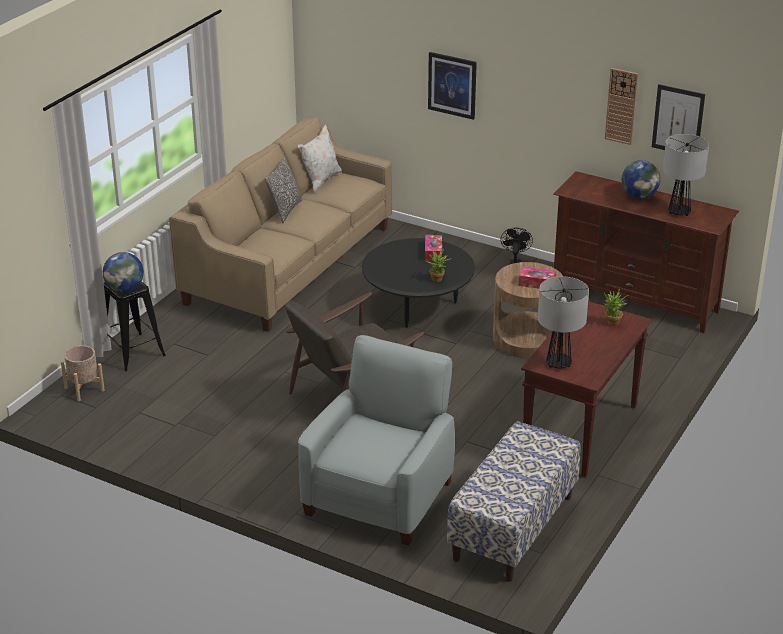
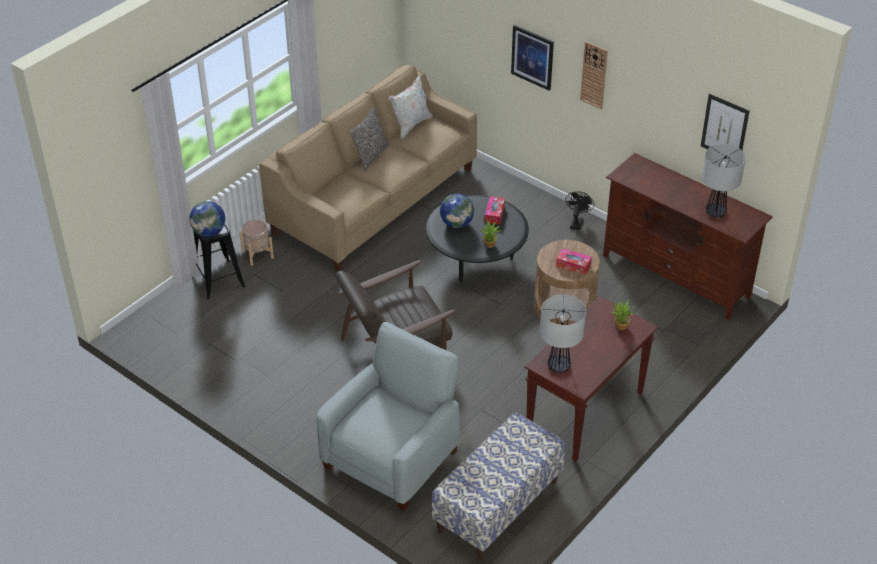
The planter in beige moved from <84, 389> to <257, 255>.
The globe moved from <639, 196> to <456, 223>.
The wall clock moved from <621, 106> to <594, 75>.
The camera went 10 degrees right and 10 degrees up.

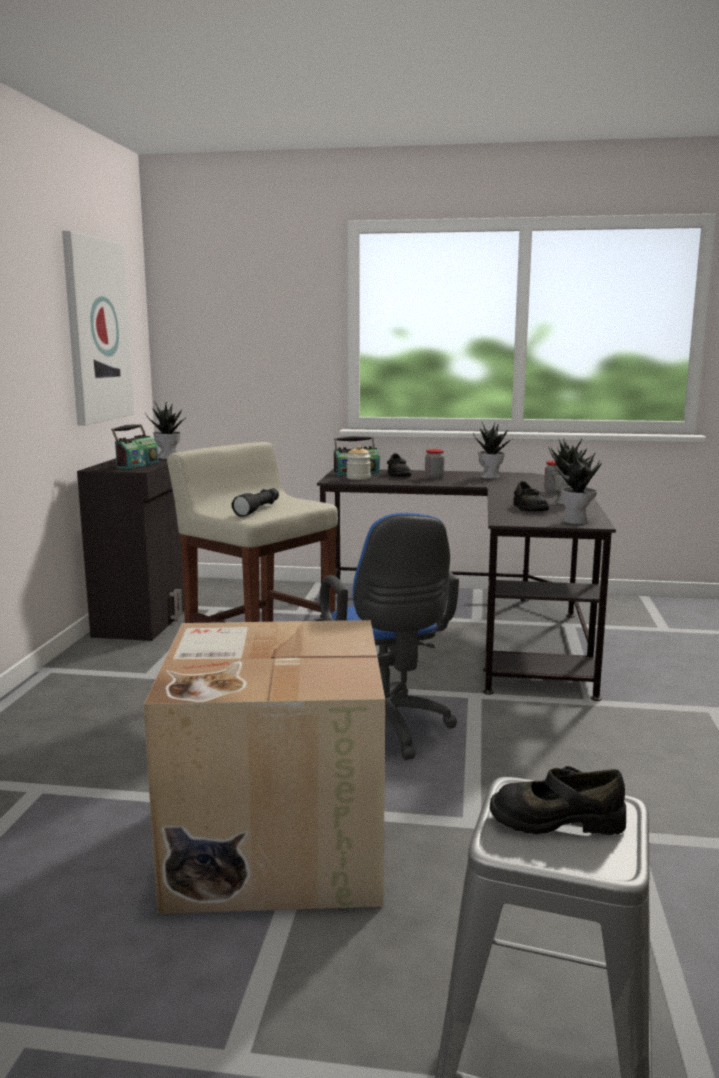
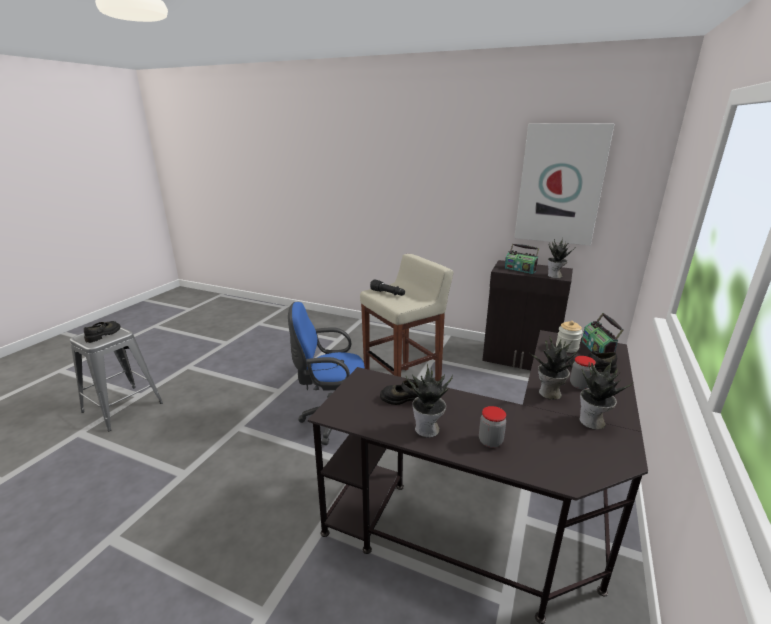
The potted plant moved from <577, 521> to <549, 393>.
The cardboard box at <273, 841> disappeared.
The camera went 105 degrees right and 10 degrees up.

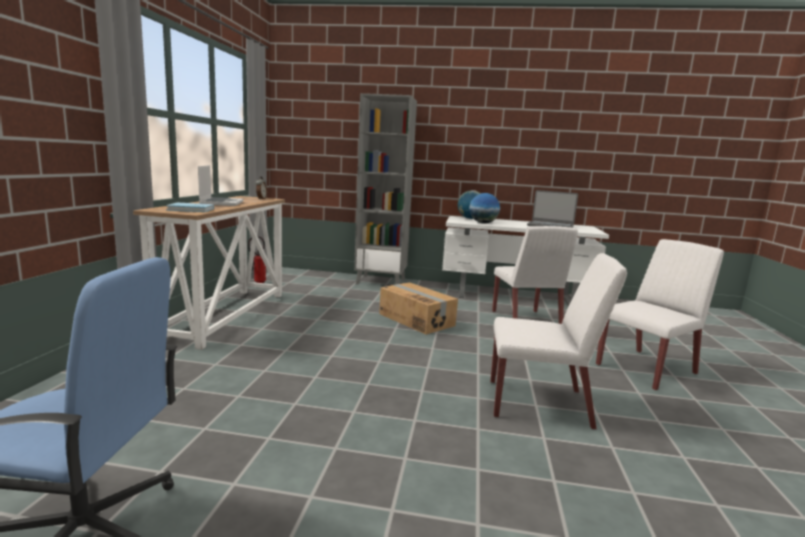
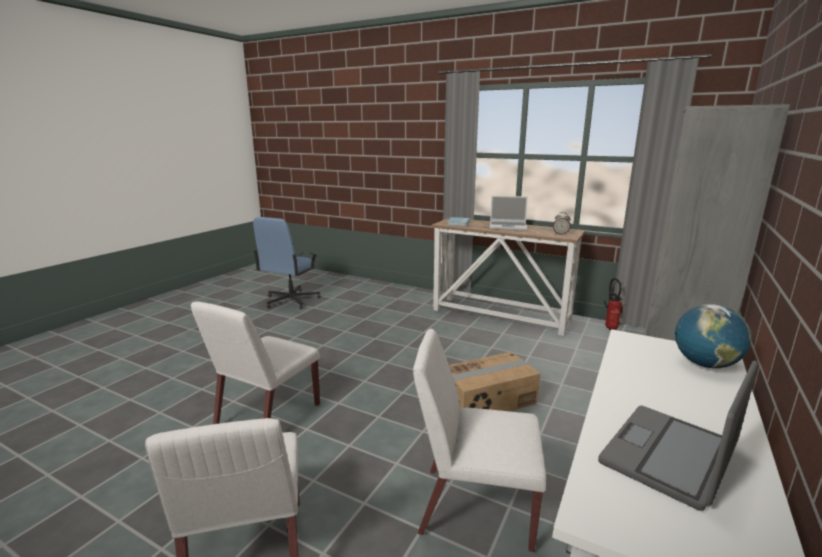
The globe at <483, 223> disappeared.
The camera went 110 degrees right and 5 degrees up.

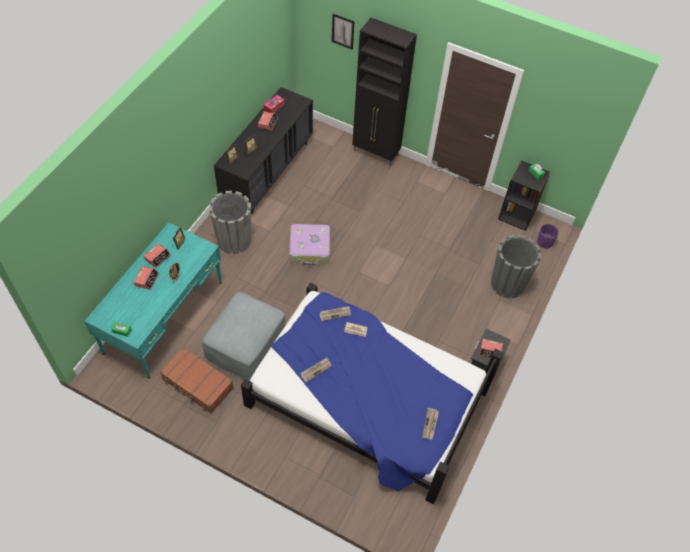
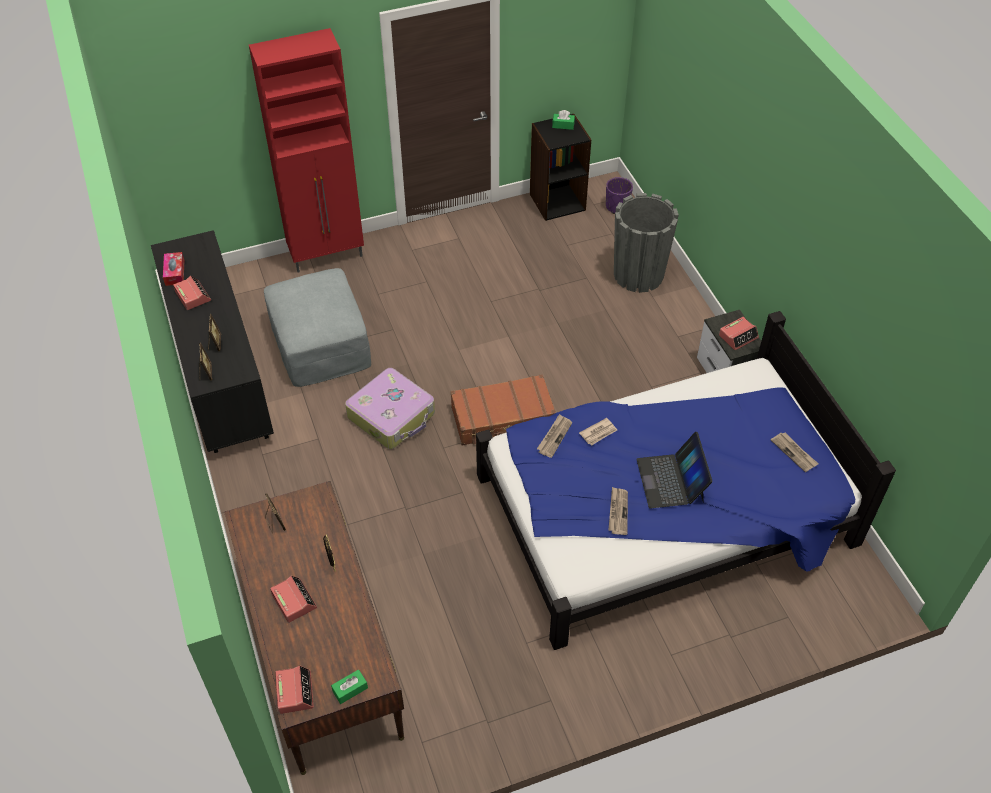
The desk in turquoise at <164, 317> became the desk in brown at <322, 652>.
The cabinet in black at <376, 153> became the cabinet in red at <328, 255>.
The ottoman in grey moved from <246, 343> to <320, 342>.
The alarm clock moved from <157, 257> to <295, 692>.
The suitcase in brown moved from <197, 384> to <503, 418>.
The laptop at <671, 480> appeared.
The planter in grey at <234, 240> disappeared.
The picture at <343, 31> disappeared.
The camera went 45 degrees left and 5 degrees down.

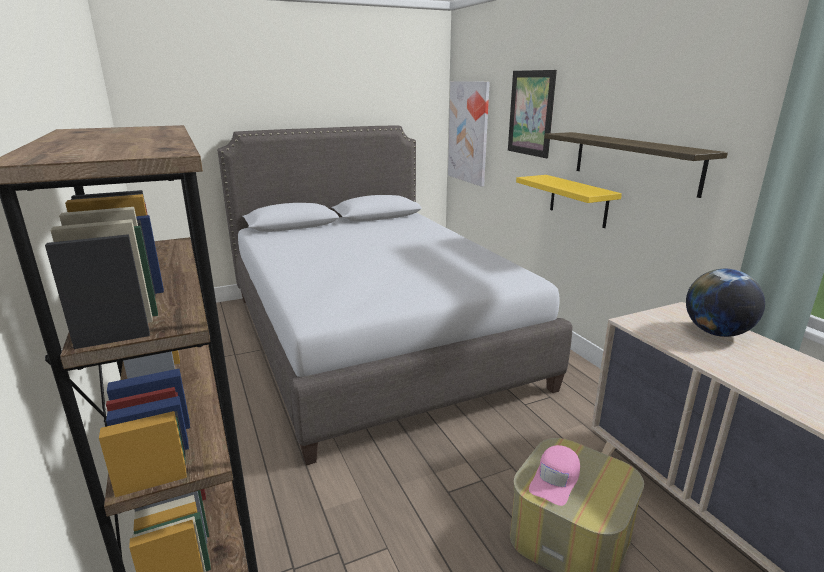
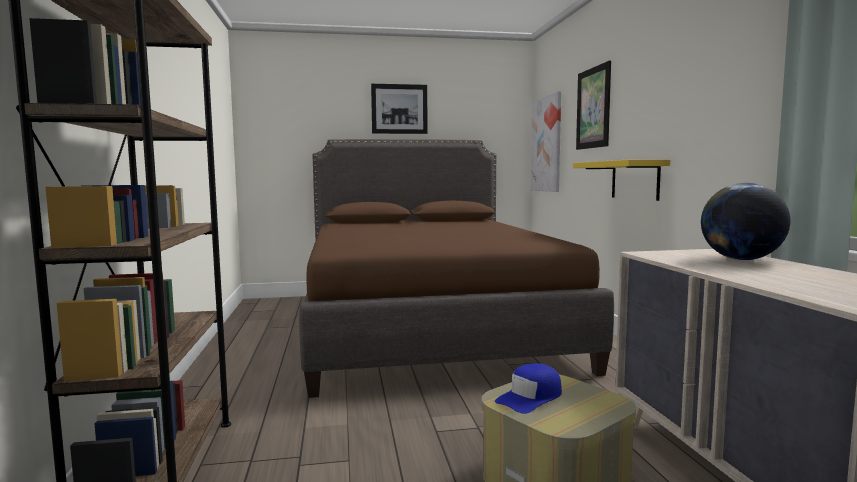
The bed in grey at <373, 338> became the bed in brown at <427, 326>.
The picture at <399, 109> appeared.
The cap in pink at <555, 479> became the cap in blue at <530, 398>.
The shelf at <634, 161> disappeared.
The camera went 15 degrees right and 15 degrees down.

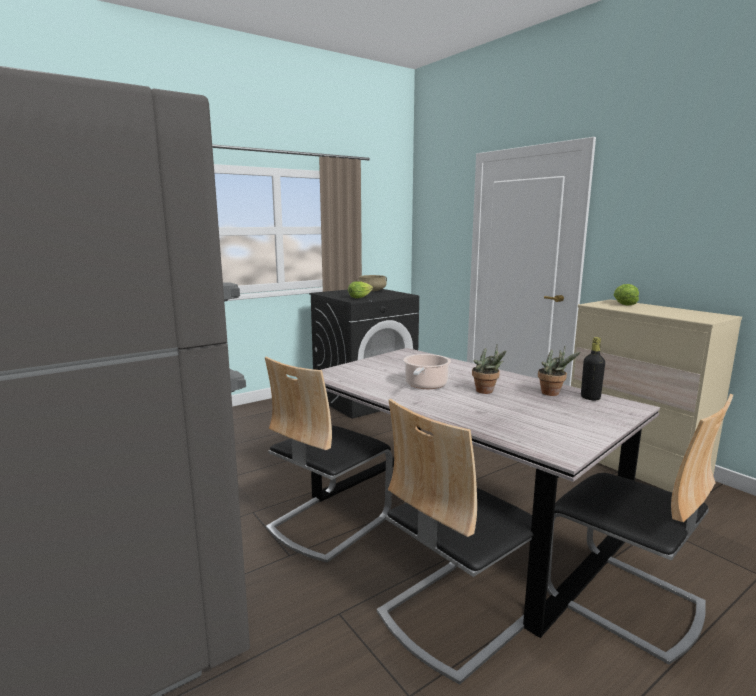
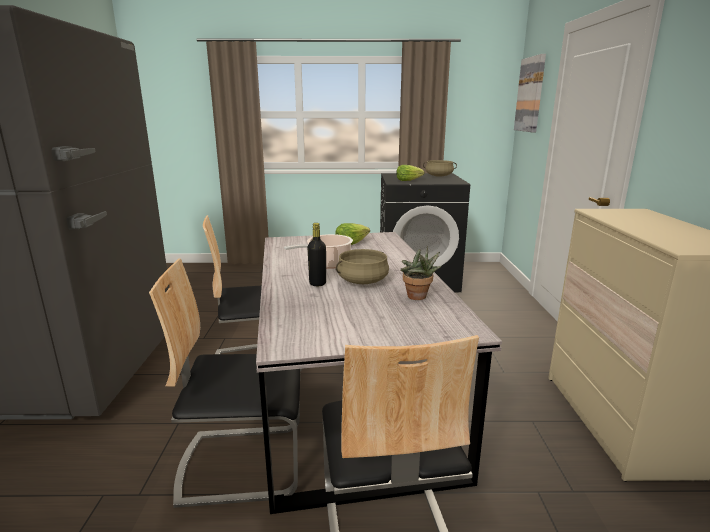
The bottle in black moved from <590, 398> to <317, 283>.
The lettuce moved from <624, 304> to <351, 243>.
The potted plant at <487, 391> was replaced by the cooking pot in beige at <362, 281>.
The picture at <530, 94> appeared.
The camera went 35 degrees right and 5 degrees up.

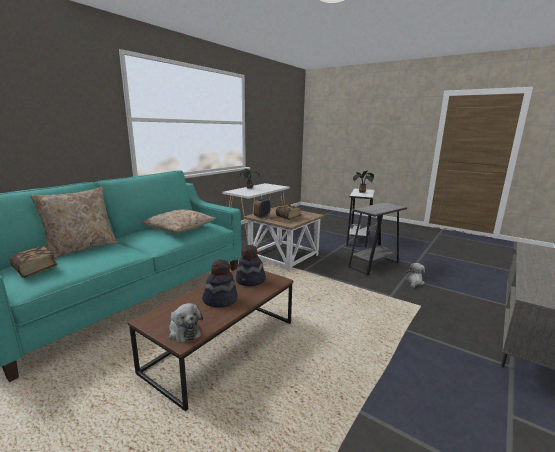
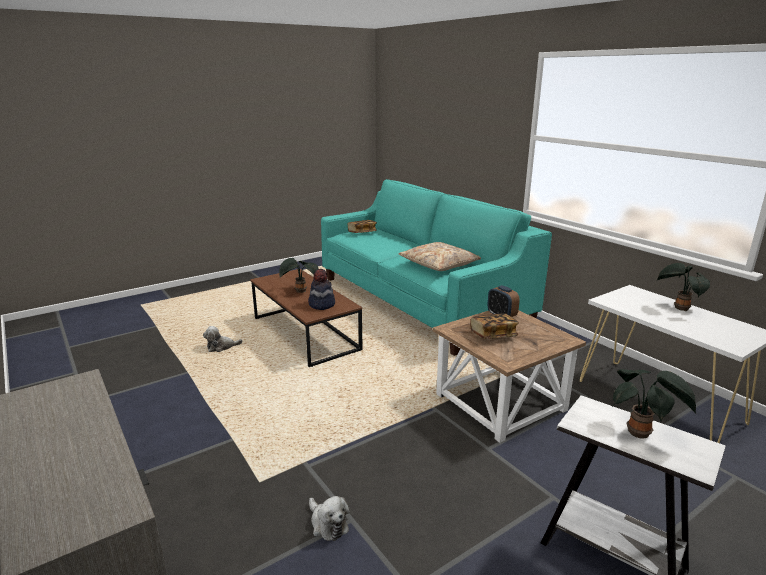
The plush toy moved from <183, 331> to <221, 347>.
The hat at <220, 300> was replaced by the potted plant at <299, 291>.
The pillow in beige at <81, 248> disappeared.
The side table in grey at <373, 265> disappeared.
The camera went 110 degrees right and 5 degrees up.

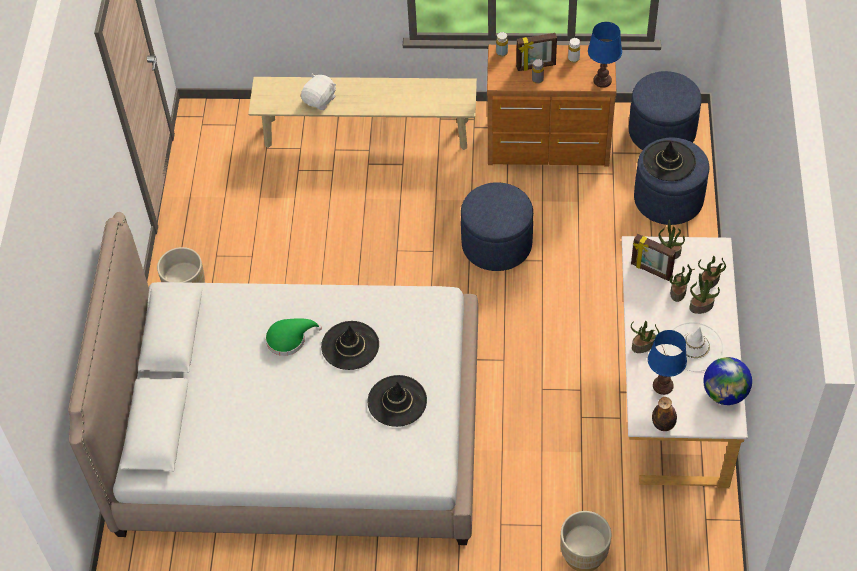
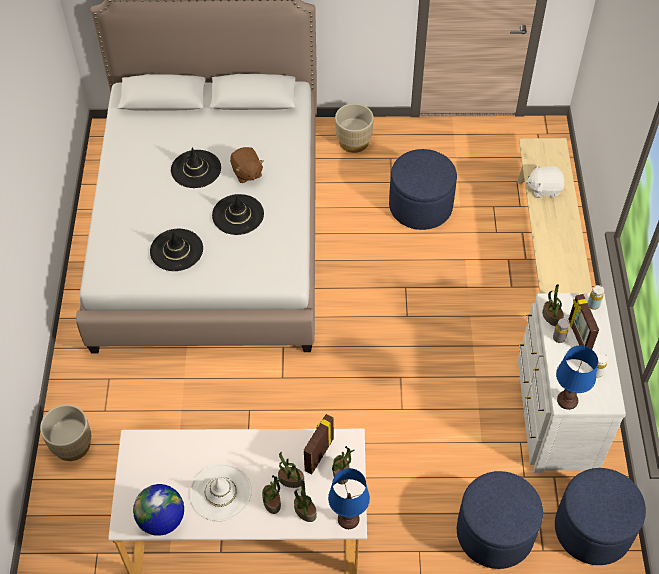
The hat in black moved from <669, 161> to <196, 169>.
The hat in green at <289, 338> was replaced by the plush toy in brown at <247, 173>.
The table lamp in blue moved from <663, 385> to <348, 519>.
The ottoman in blue moved from <496, 244> to <420, 206>.
The dresser in brown at <549, 146> became the dresser in white at <554, 414>.
The plush toy in white at <320, 100> turned 150 degrees clockwise.
The potted plant moved from <643, 346> to <551, 317>.
The bottle at <663, 424> disappeared.
The camera went 85 degrees right and 0 degrees up.

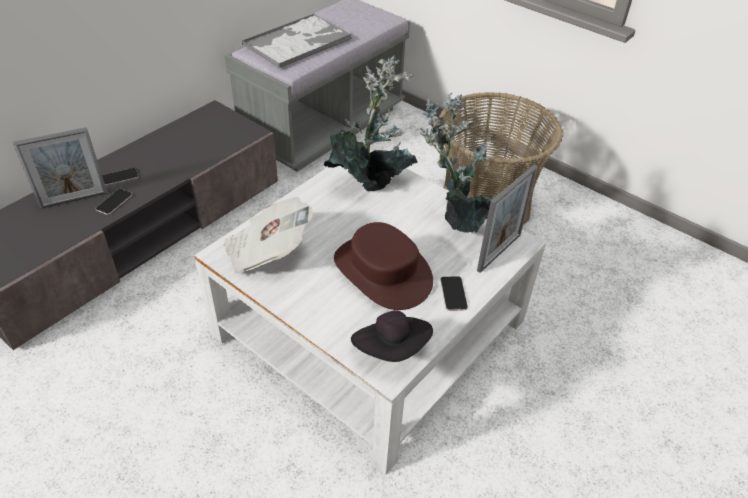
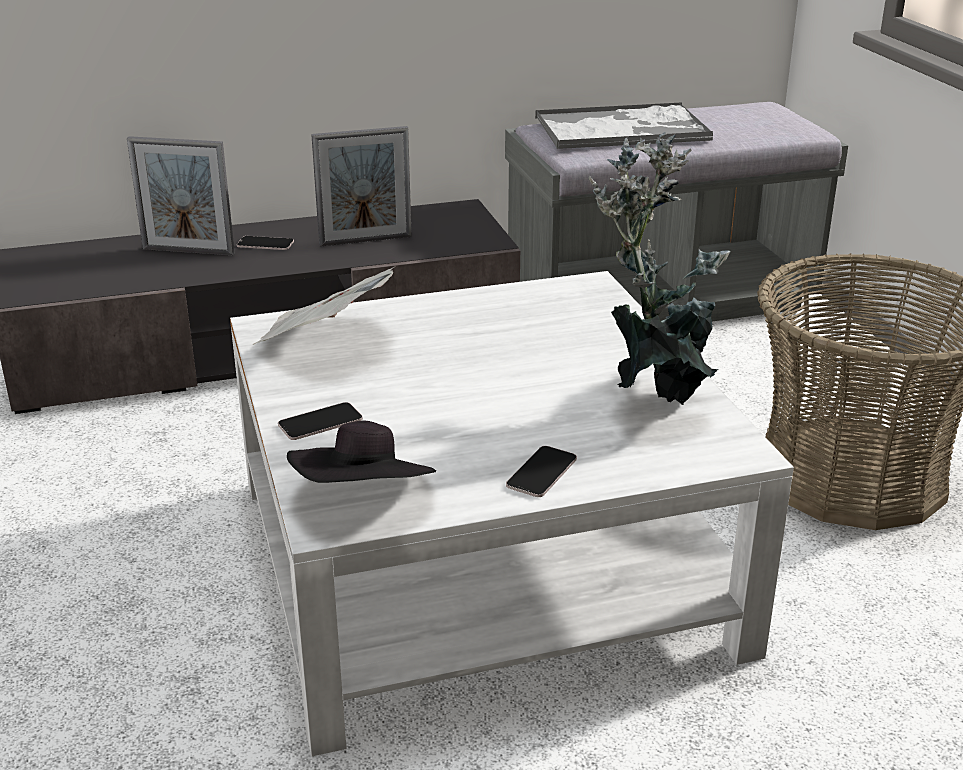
The phone moved from <114, 202> to <320, 422>.
The picture frame moved from <499, 252> to <365, 240>.
The potted plant at <371, 181> disappeared.
The hat in brown at <383, 271> disappeared.
The camera went 35 degrees right and 15 degrees down.

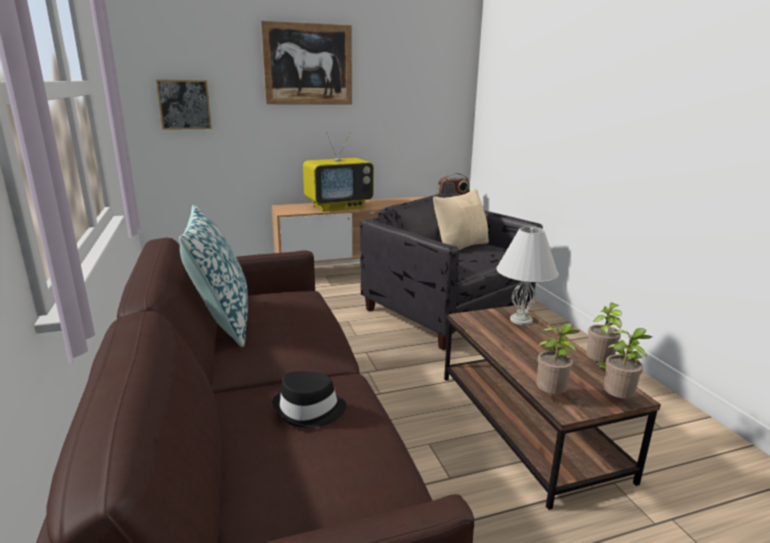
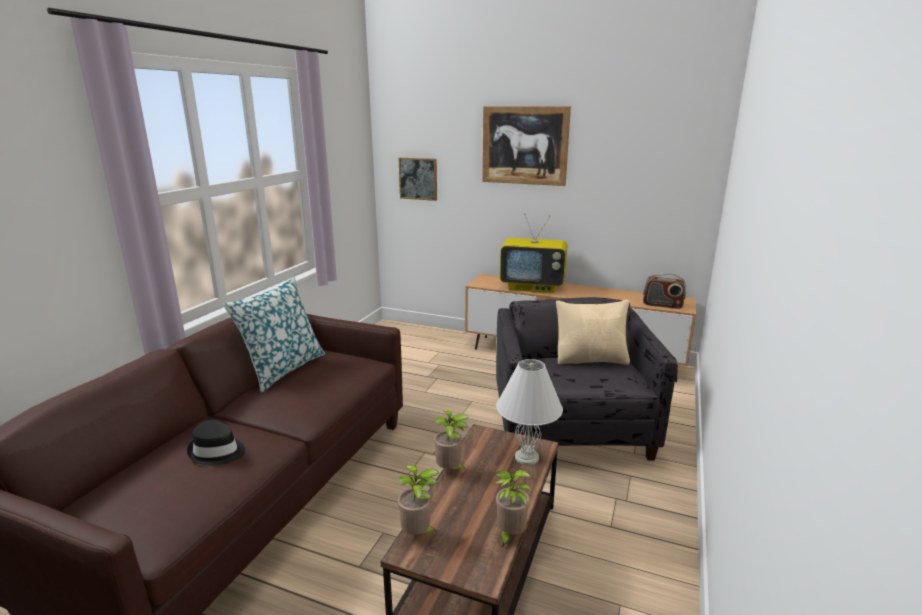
The potted plant moved from <618, 400> to <450, 470>.
The camera went 40 degrees right and 0 degrees up.

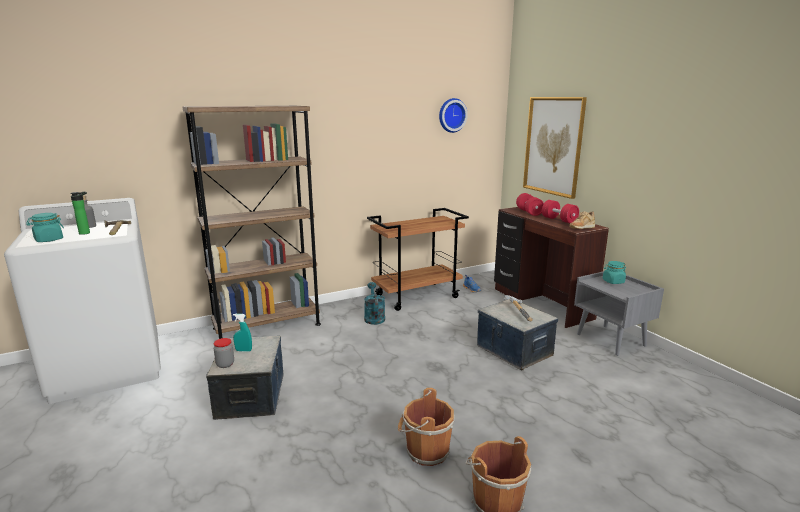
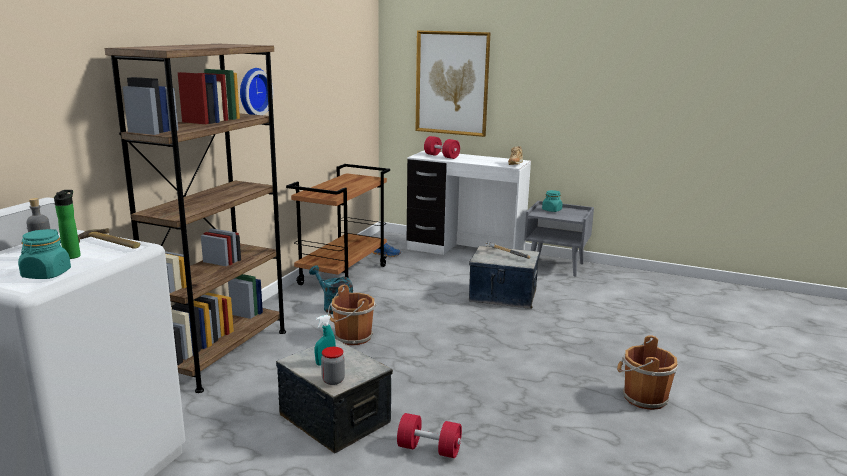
The wall clock moved from <451, 115> to <252, 92>.
The bucket in brown moved from <425, 451> to <352, 337>.
The dumbbell in red moved from <559, 220> to <429, 449>.
The desk in brown at <540, 303> became the desk in white at <465, 252>.
The camera went 40 degrees left and 0 degrees up.

